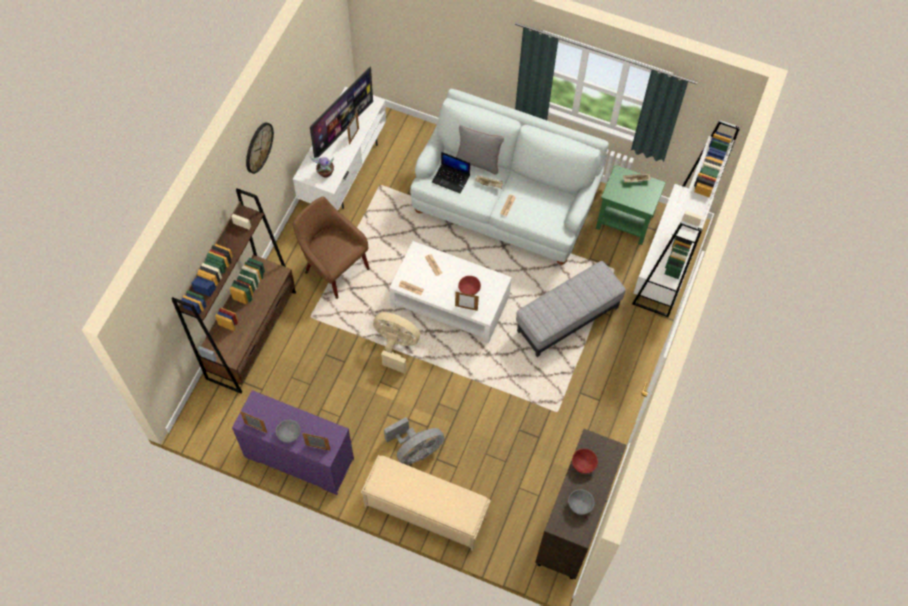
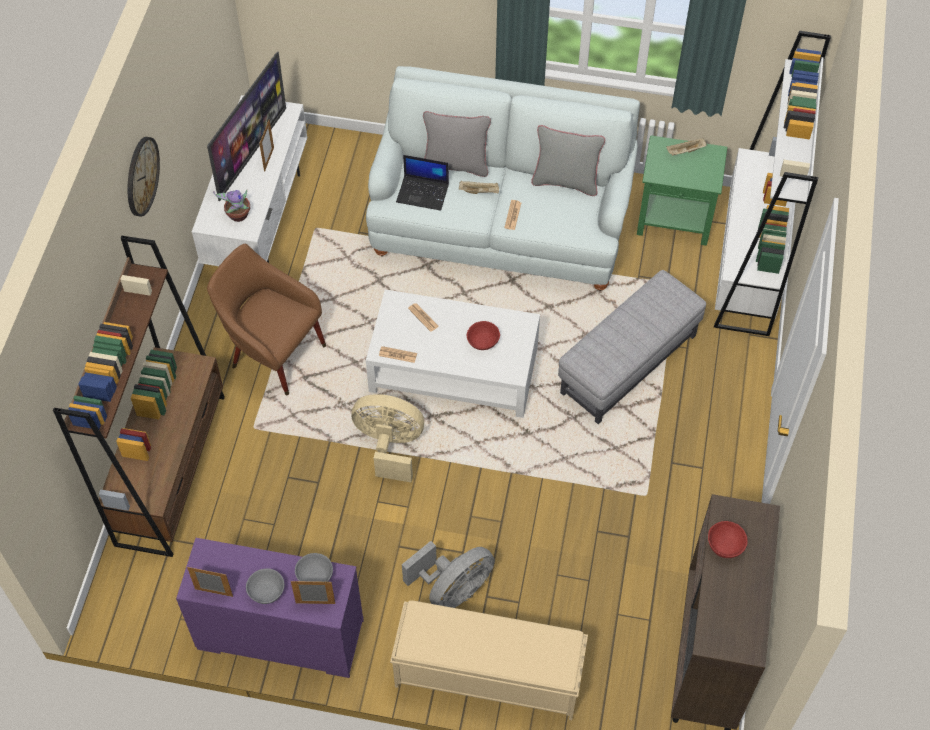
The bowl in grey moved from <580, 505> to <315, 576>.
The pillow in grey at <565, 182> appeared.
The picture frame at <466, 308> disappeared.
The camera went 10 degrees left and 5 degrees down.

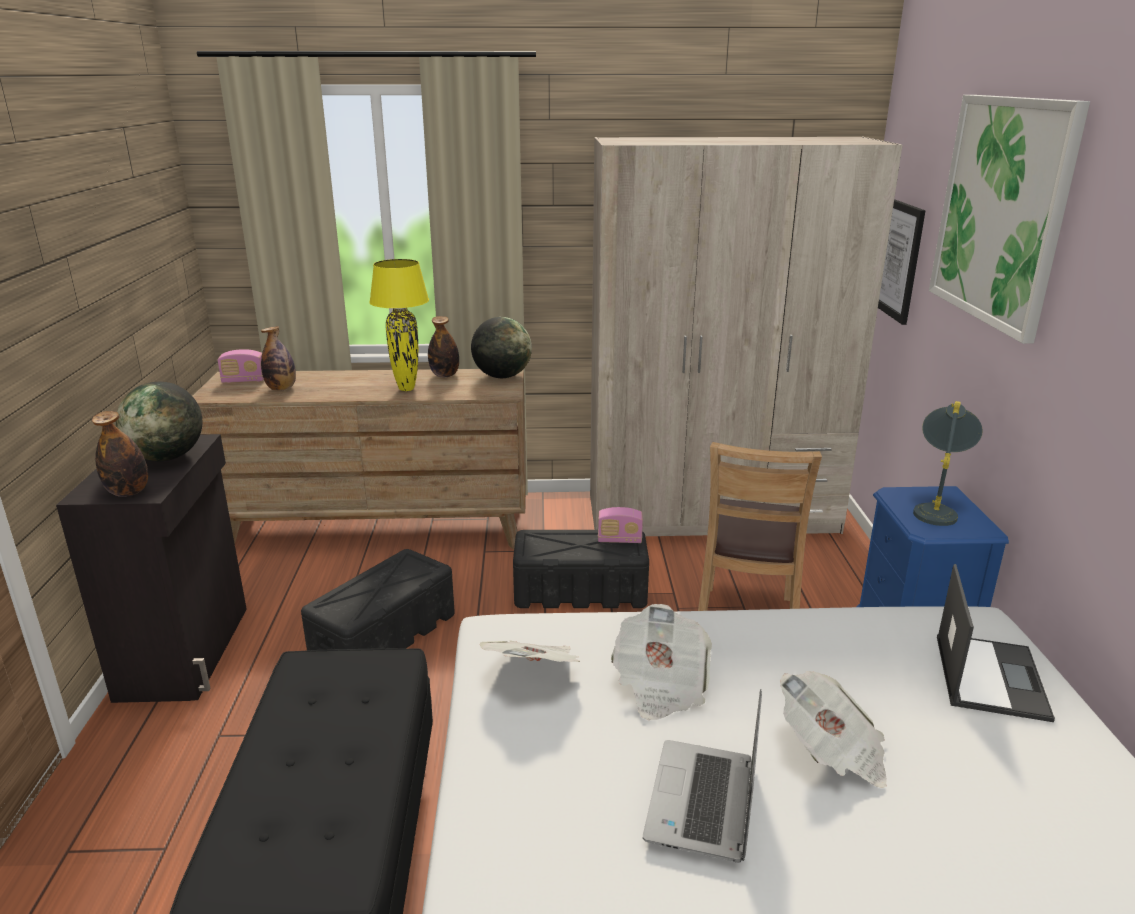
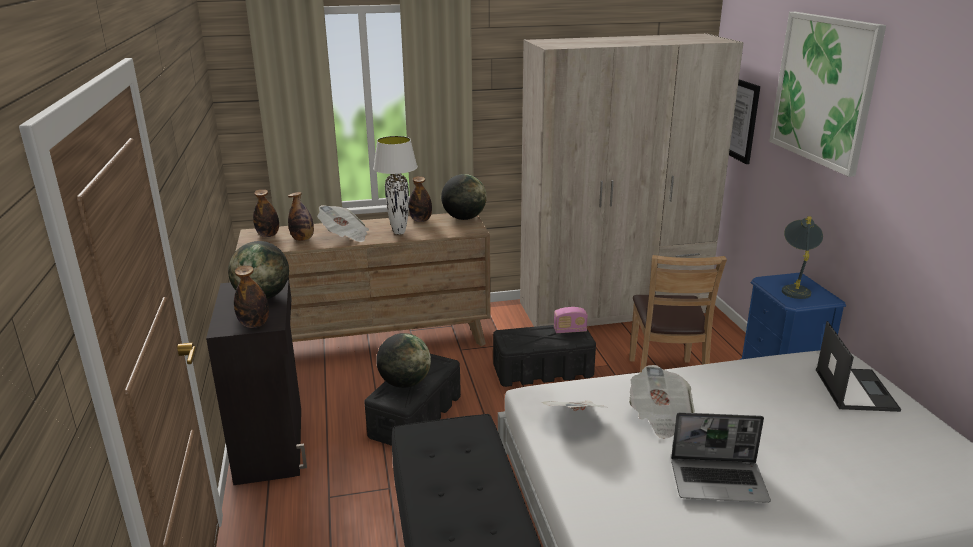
The radio at <244, 381> was replaced by the bottle at <268, 235>.
The newspaper moved from <832, 752> to <345, 236>.
The table lamp in yellow at <407, 389> became the table lamp in white at <399, 232>.
The globe at <404, 383> appeared.
The laptop at <703, 803> turned 90 degrees counterclockwise.
The camera went 10 degrees left and 0 degrees up.

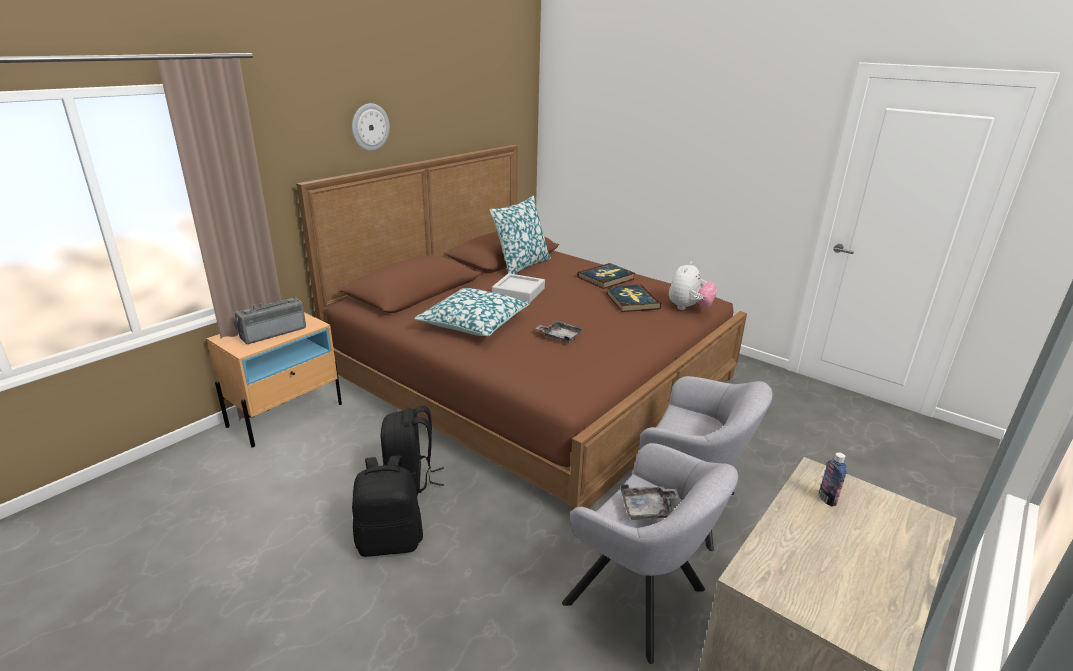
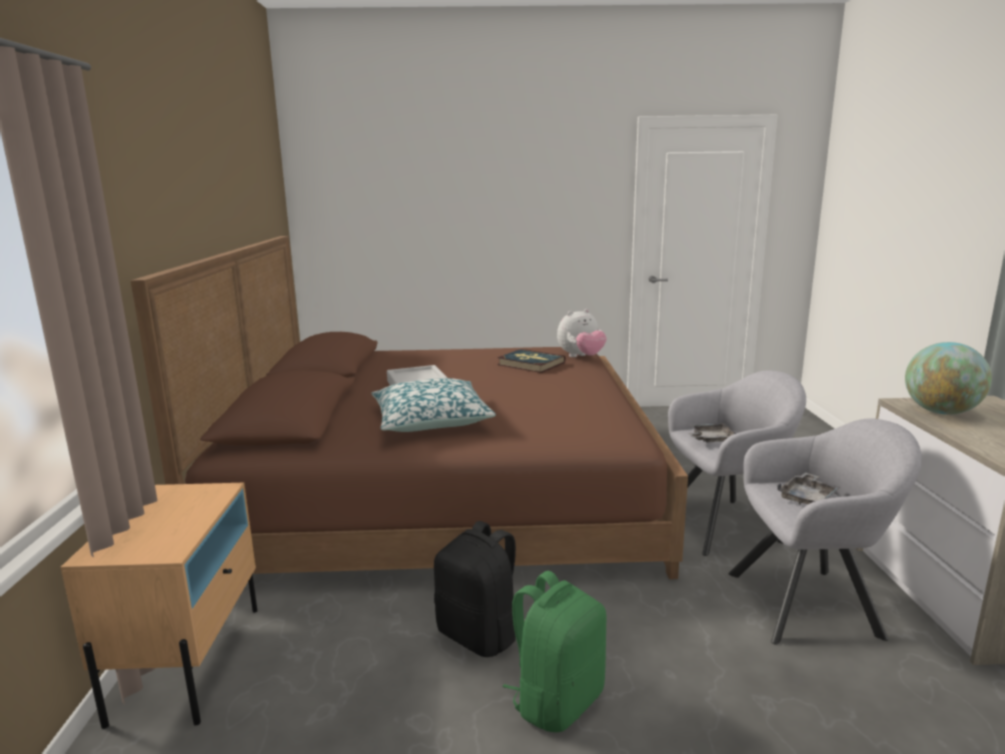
The backpack in black at <390, 541> became the backpack in green at <557, 700>.
The plush toy at <689, 308> turned 75 degrees clockwise.
The tray in grey moved from <560, 337> to <711, 439>.
The bottle at <827, 499> was replaced by the globe at <941, 412>.
The radio at <272, 332> disappeared.
The wall clock at <370, 127> disappeared.
The pillow at <521, 265> disappeared.
The book at <606, 278> disappeared.
The camera went 40 degrees left and 10 degrees down.

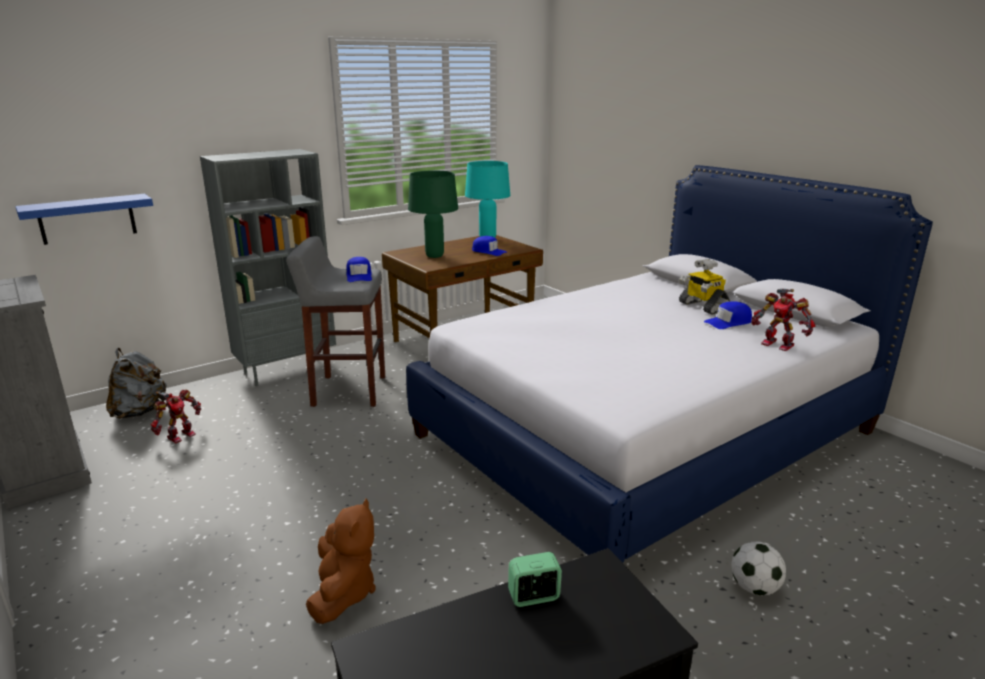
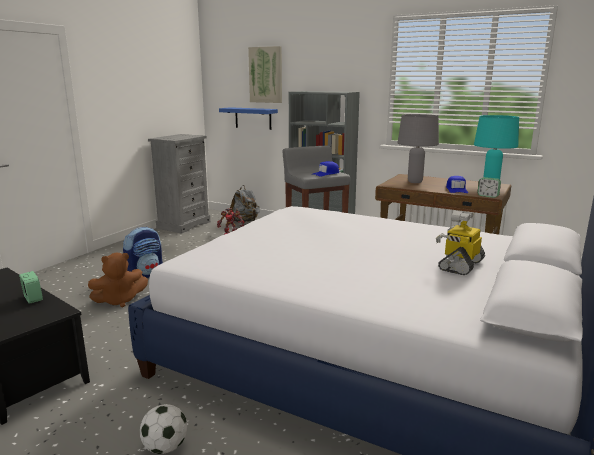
The backpack at <145, 275> appeared.
The picture at <266, 75> appeared.
The table lamp in green at <434, 256> became the table lamp in grey at <414, 182>.
The alarm clock at <488, 196> appeared.
The cap in blue at <728, 322> disappeared.
The toy robot at <778, 344> disappeared.
The camera went 65 degrees right and 5 degrees down.

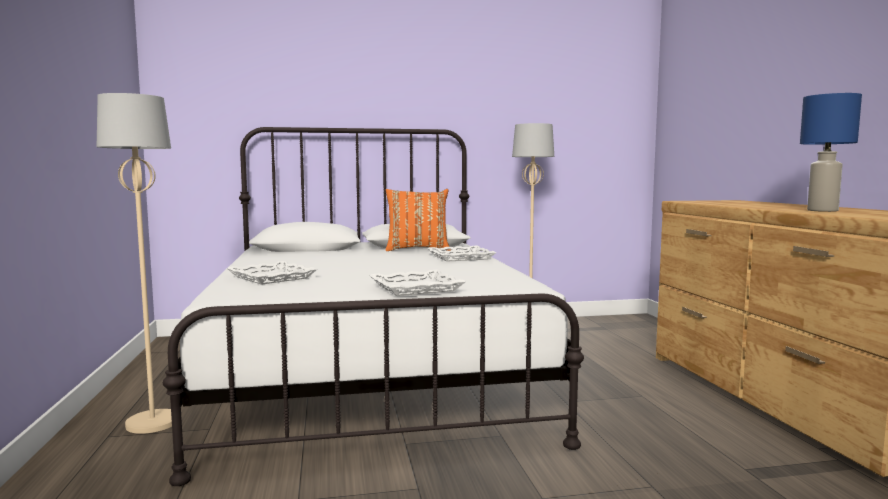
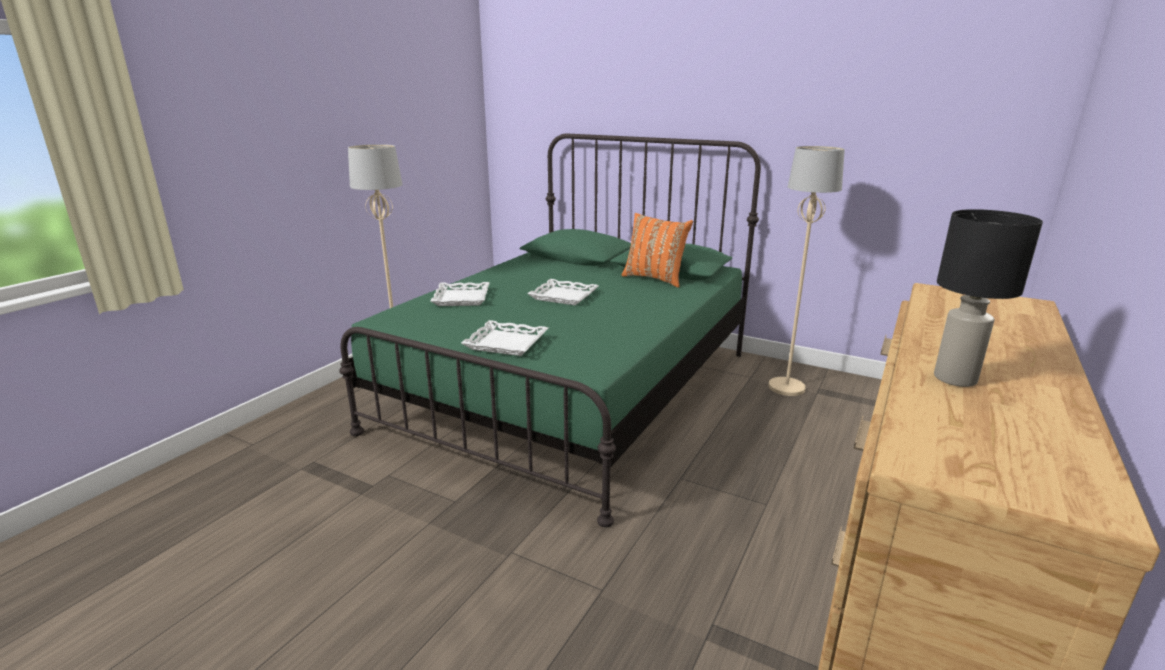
The bed in white at <370, 377> became the bed in green at <571, 390>.
The tray in white moved from <460, 257> to <563, 296>.
The table lamp in blue at <823, 211> became the table lamp in black at <956, 379>.
The camera went 40 degrees right and 15 degrees up.

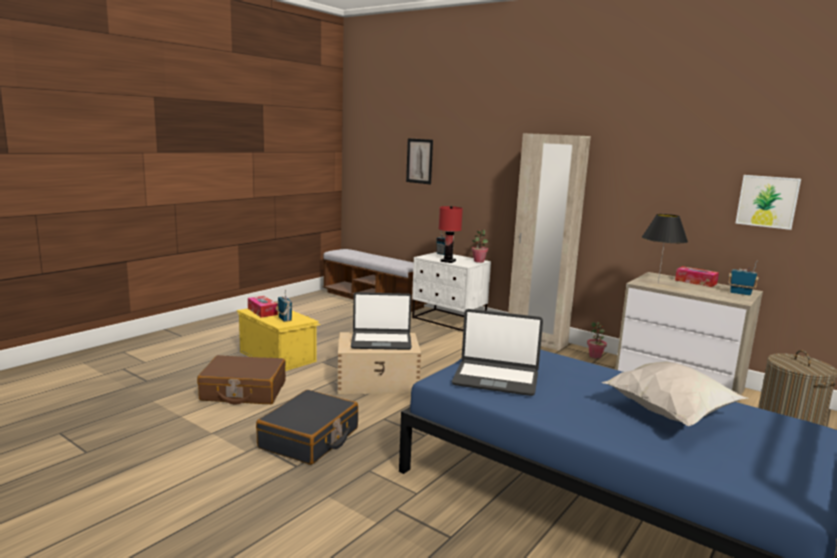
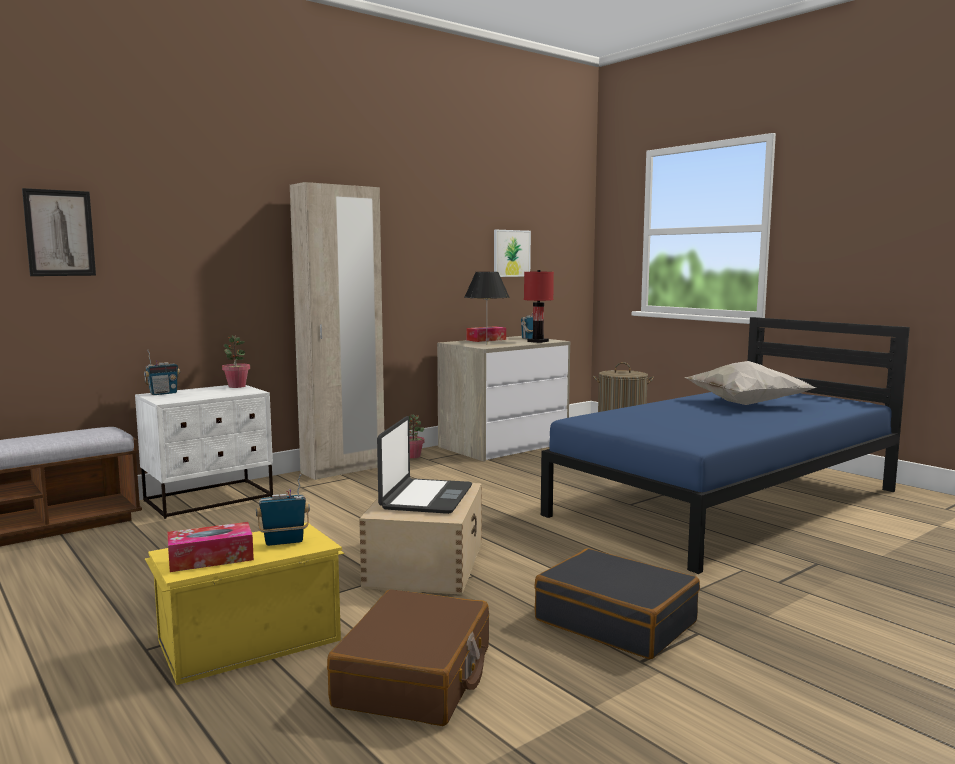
The table lamp in red moved from <448, 261> to <538, 341>.
The laptop at <496, 379> disappeared.
The camera went 75 degrees left and 5 degrees down.

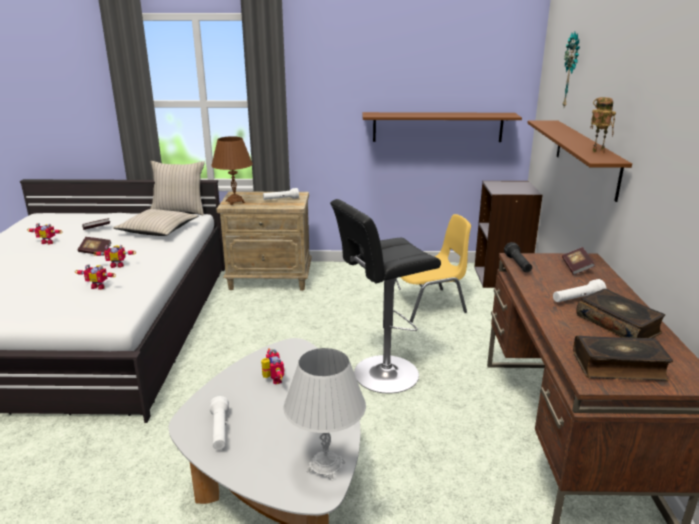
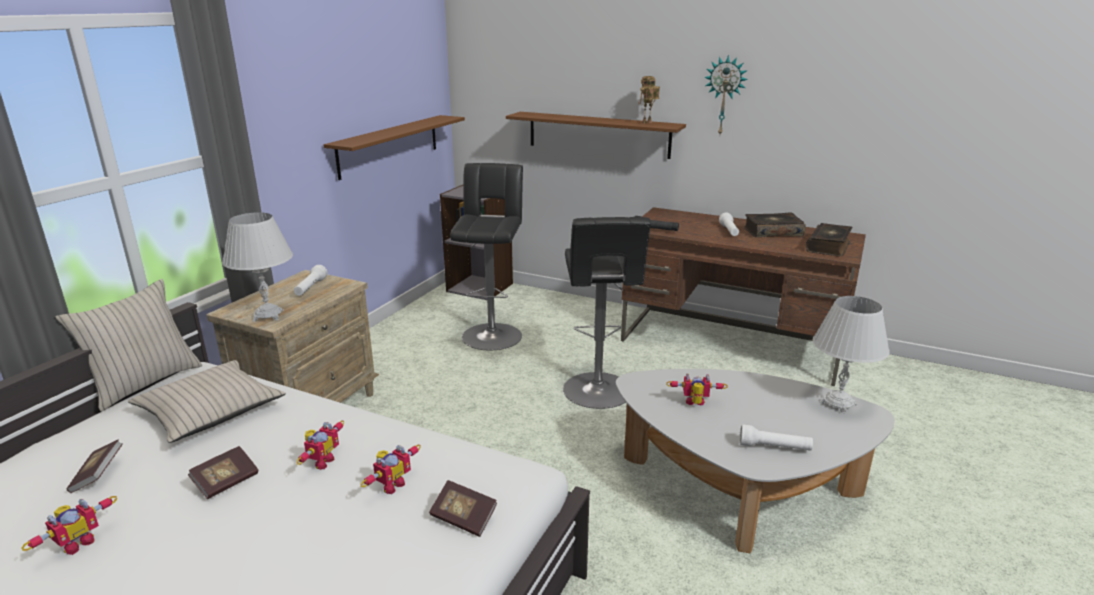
The table lamp in brown at <235, 202> became the table lamp in white at <268, 316>.
The book moved from <576, 268> to <463, 518>.
The chair in yellow at <428, 305> was replaced by the stool in black at <492, 334>.
The wall clock moved from <572, 70> to <724, 96>.
The camera went 65 degrees left and 0 degrees up.

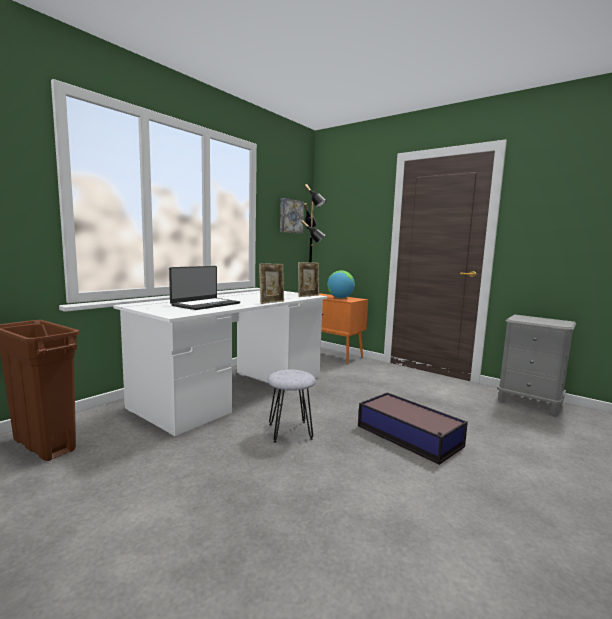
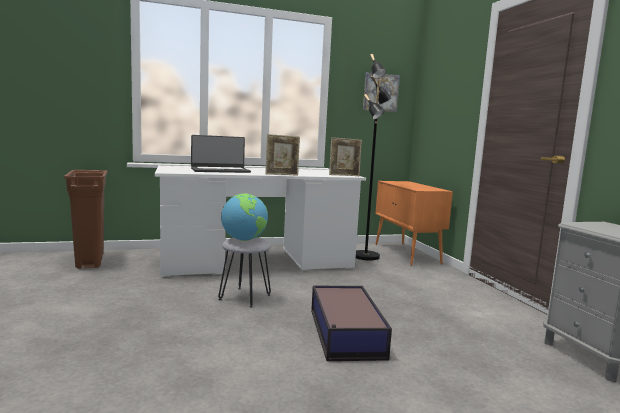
The globe moved from <340, 298> to <244, 240>.
The camera went 35 degrees right and 0 degrees up.

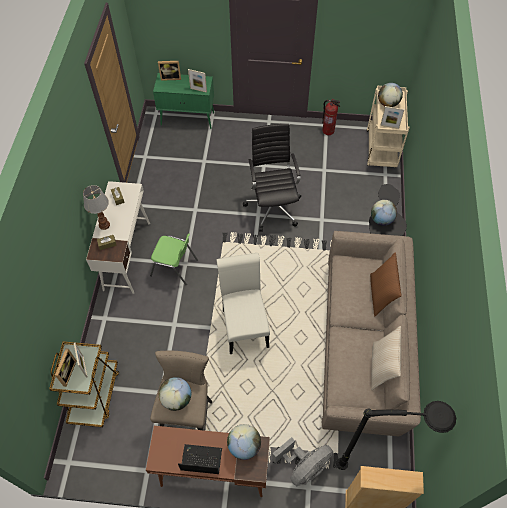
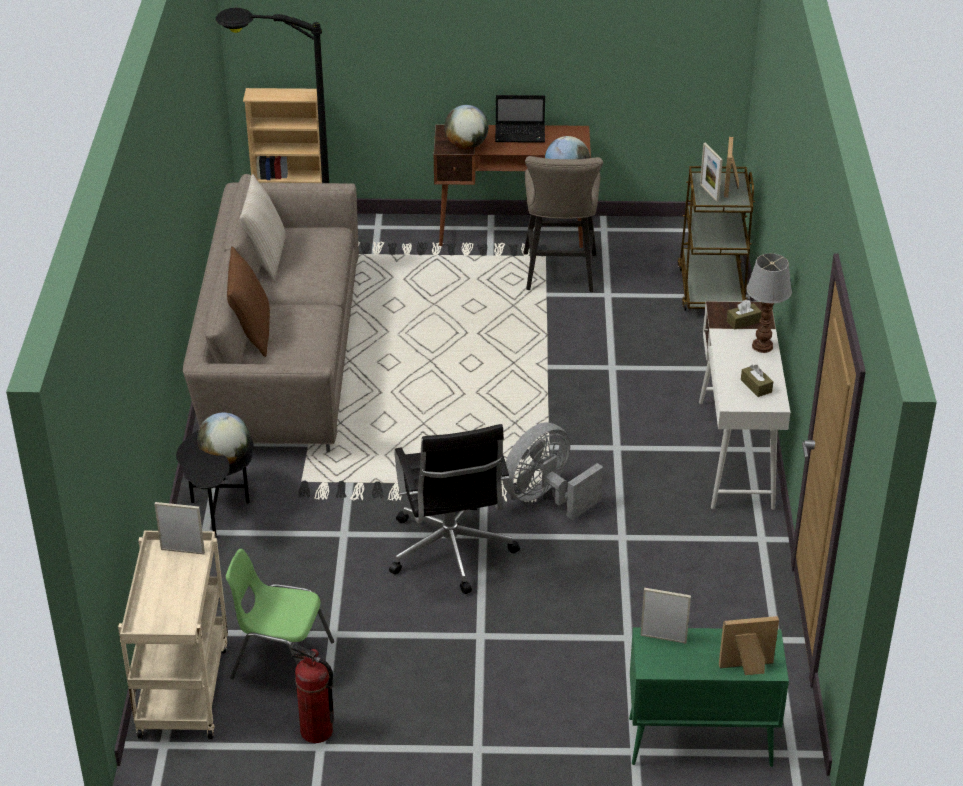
The chair in green moved from <175, 268> to <281, 660>.
The fan in grey moved from <304, 467> to <546, 497>.
The chair in white at <244, 324> disappeared.
The globe at <388, 103> disappeared.
The camera went 175 degrees right and 20 degrees down.

